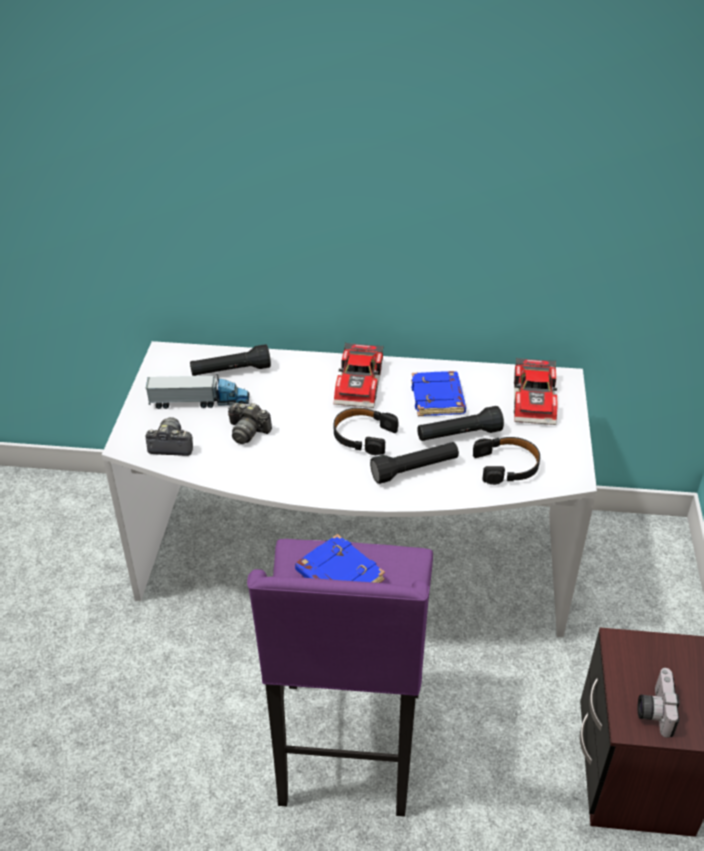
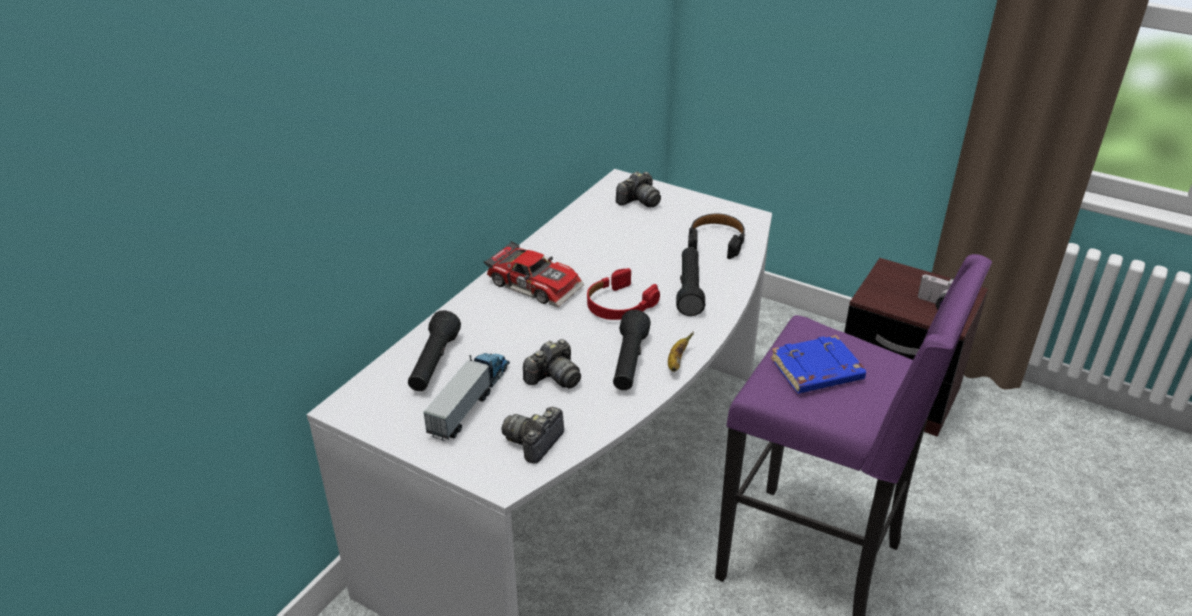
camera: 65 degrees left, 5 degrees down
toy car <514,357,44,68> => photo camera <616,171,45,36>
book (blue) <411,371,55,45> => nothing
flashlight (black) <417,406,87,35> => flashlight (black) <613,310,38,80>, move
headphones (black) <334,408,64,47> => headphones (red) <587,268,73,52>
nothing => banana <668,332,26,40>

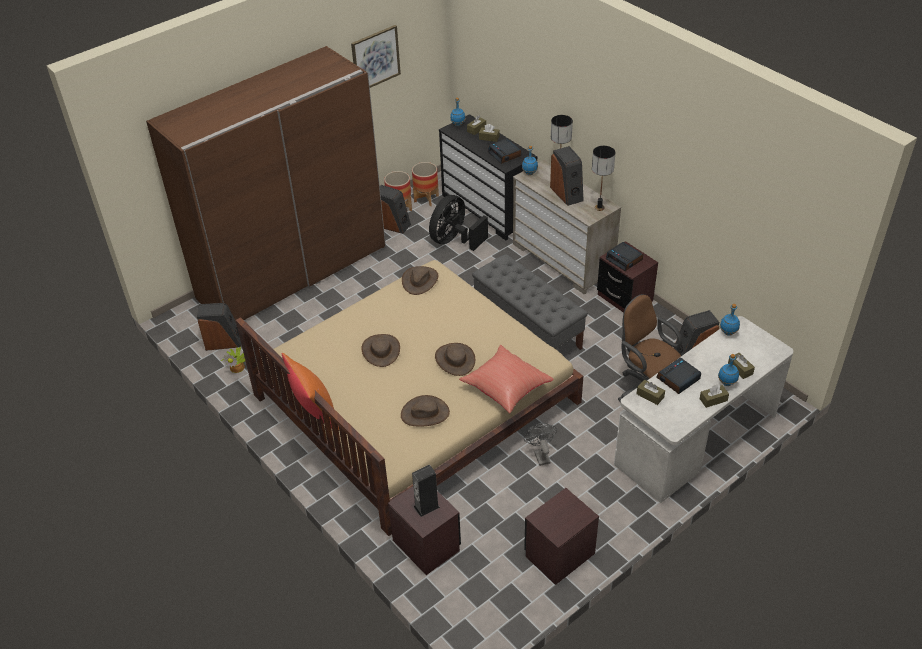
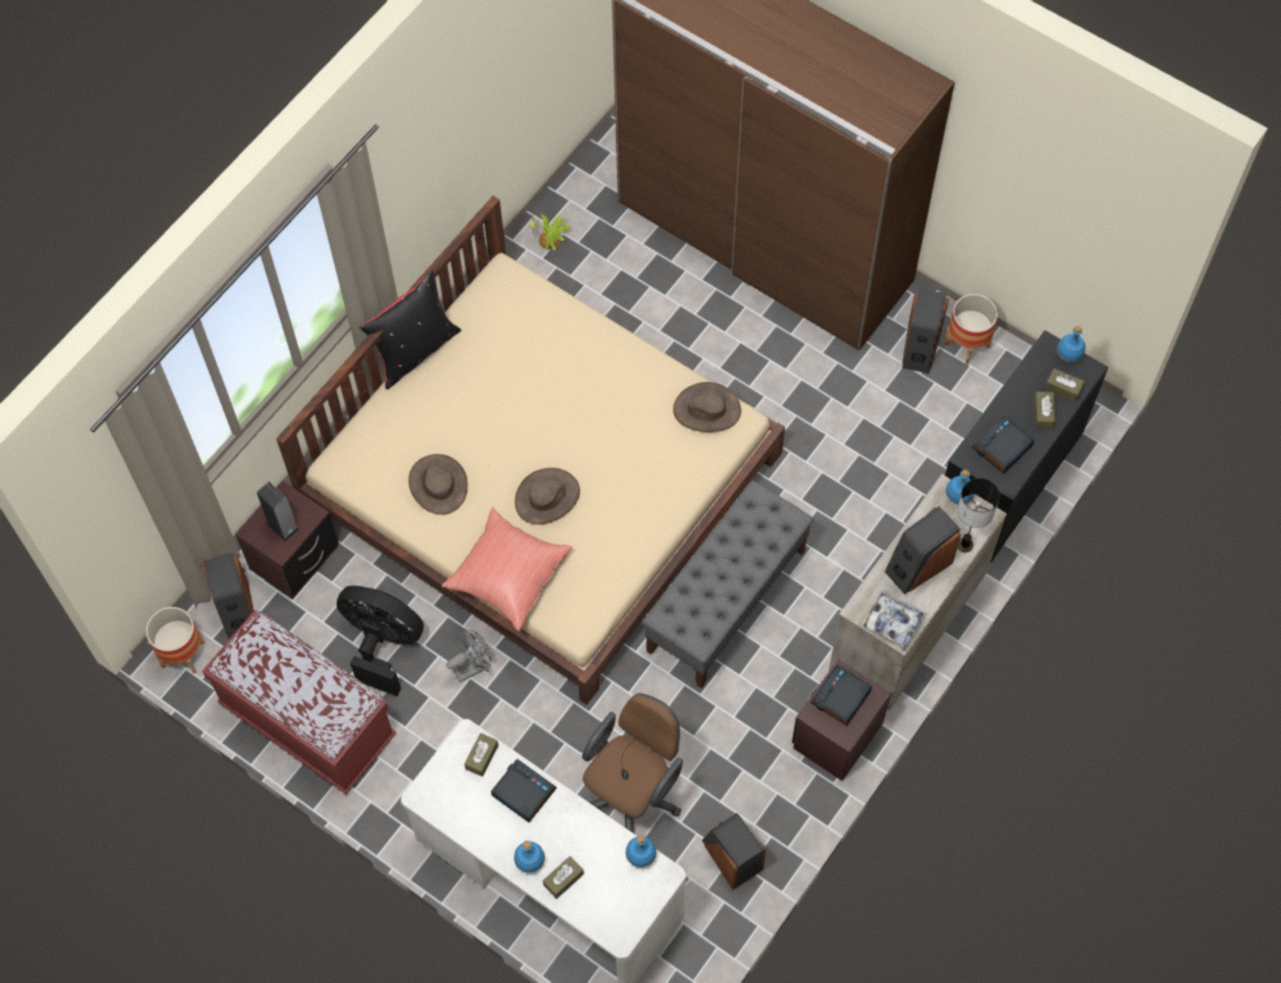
camera: 75 degrees right, 20 degrees up
picture <351,25,50,63> => nothing
table lamp <592,146,23,65> => tray <860,591,67,60>
planter <412,162,27,44> => planter <146,607,59,67>, move
fan (black) <429,195,59,56> => fan (black) <337,586,87,110>, move
speaker <197,303,44,48> => speaker <201,553,53,86>, move
hat (brown) <361,334,39,33> => nothing
pillow (orange) <282,353,57,77> => pillow (black) <359,270,102,119>
tissue box (brown) <700,384,29,24> => nothing
nightstand (brown) <524,488,75,97> => bench (red) <202,610,194,184>

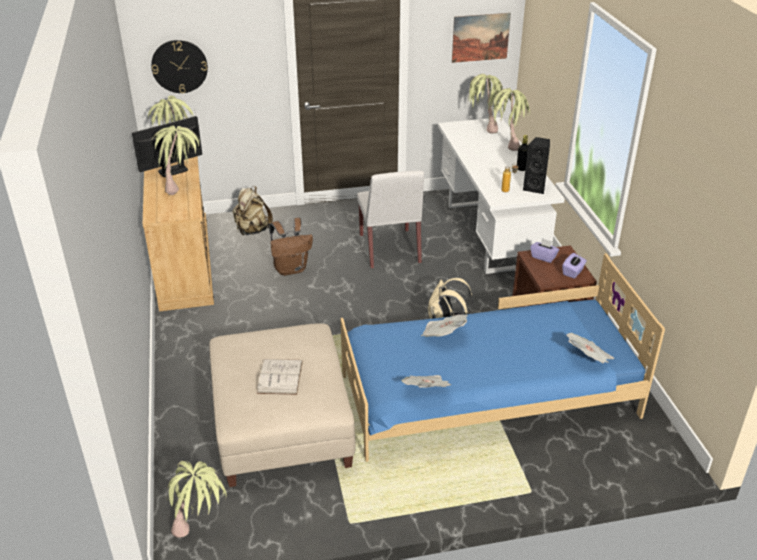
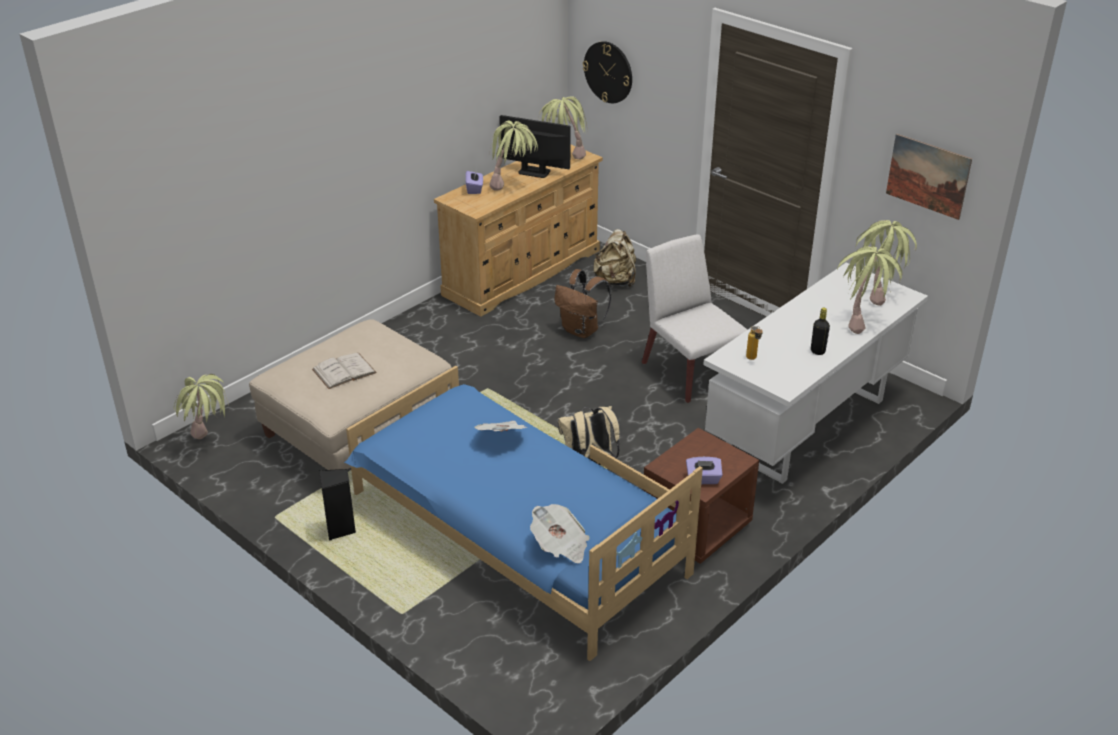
camera: 55 degrees right, 0 degrees up
speaker (black) <523,137,27,57> => speaker (black) <319,469,37,72>, move
chair (white) <357,171,67,98> => chair (white) <642,234,105,169>, 105 degrees clockwise
tissue box (purple) <531,238,28,25> => tissue box (purple) <465,170,18,24>, move
newspaper <402,375,49,13> => nothing

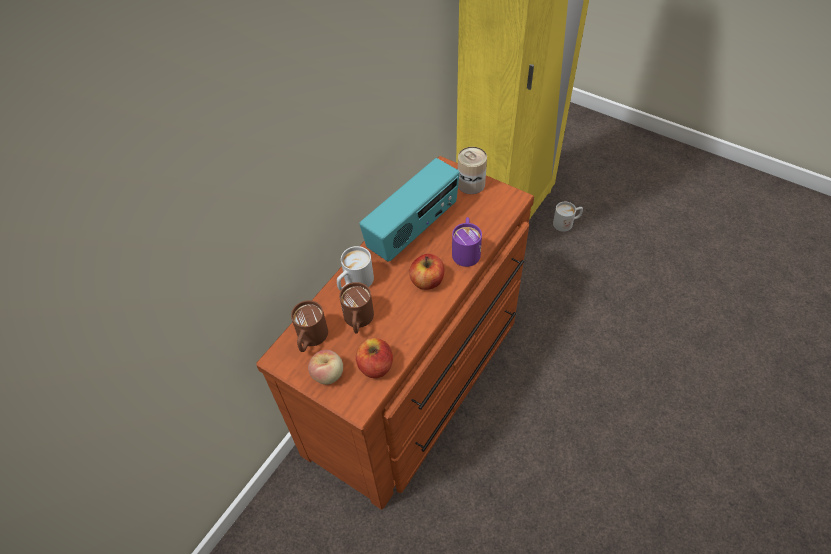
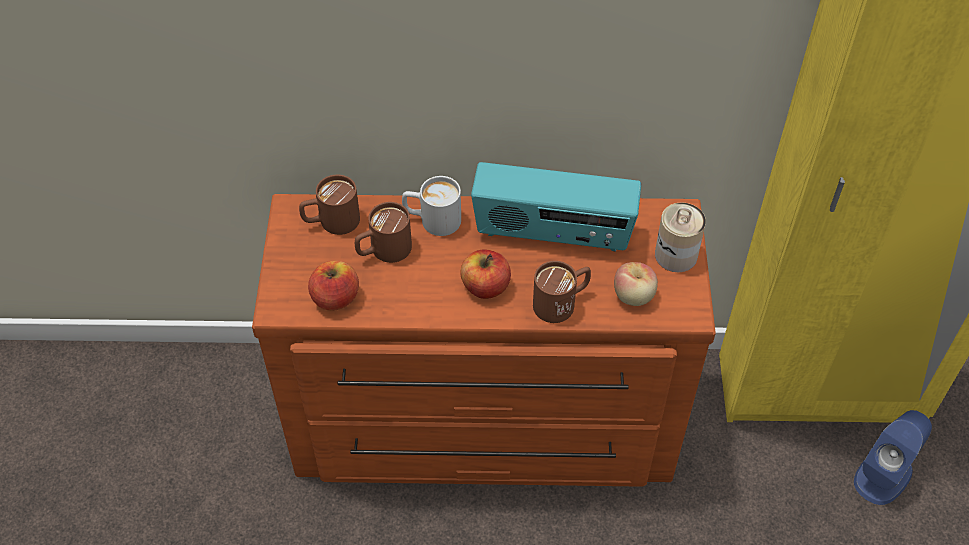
camera: 55 degrees right, 0 degrees up
mug (white) <553,202,30,30> => speaker (blue) <854,410,78,95>
mug (purple) <452,217,30,50> => mug (brown) <533,261,58,62>
apple <308,350,35,35> => apple <614,262,44,44>, move

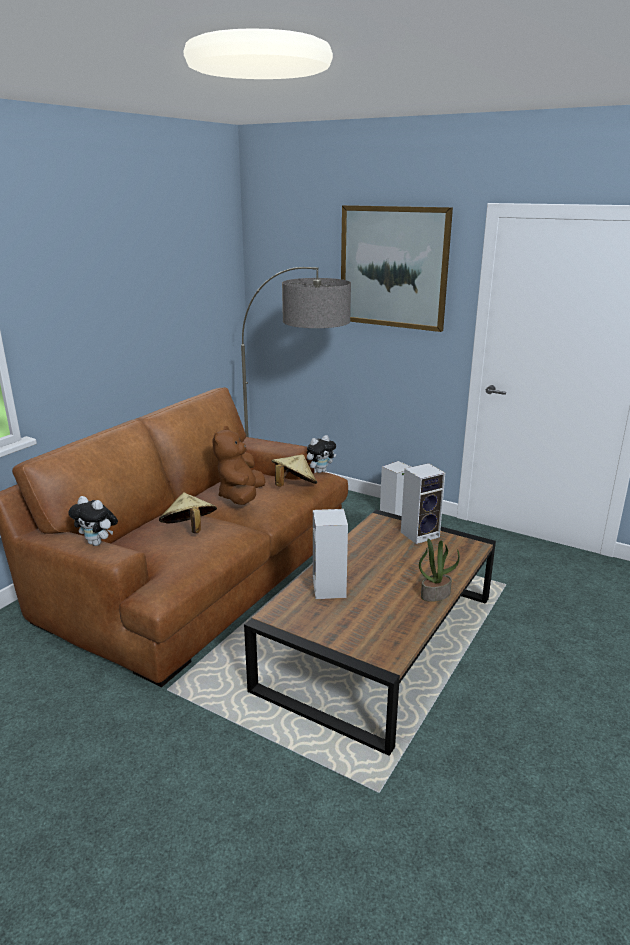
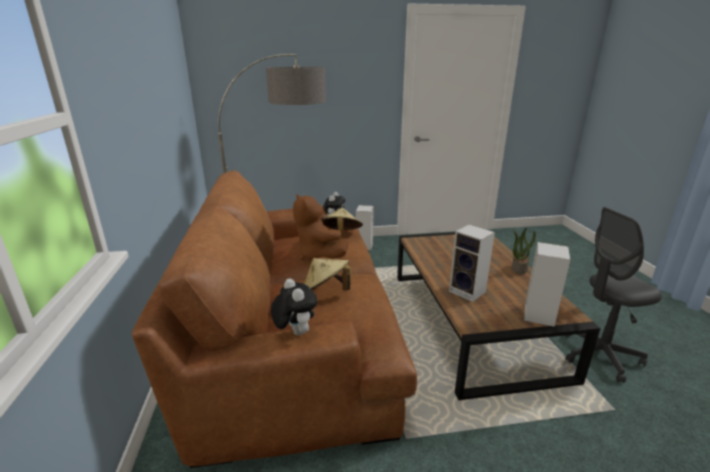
camera: 40 degrees left, 0 degrees up
picture <341,205,112,127> => nothing
speaker <401,463,44,81> => speaker <524,242,47,85>, move
plush toy <68,496,50,50> => plush toy <271,278,46,58>, 105 degrees counterclockwise
nothing => office chair (grey) <565,207,97,176>

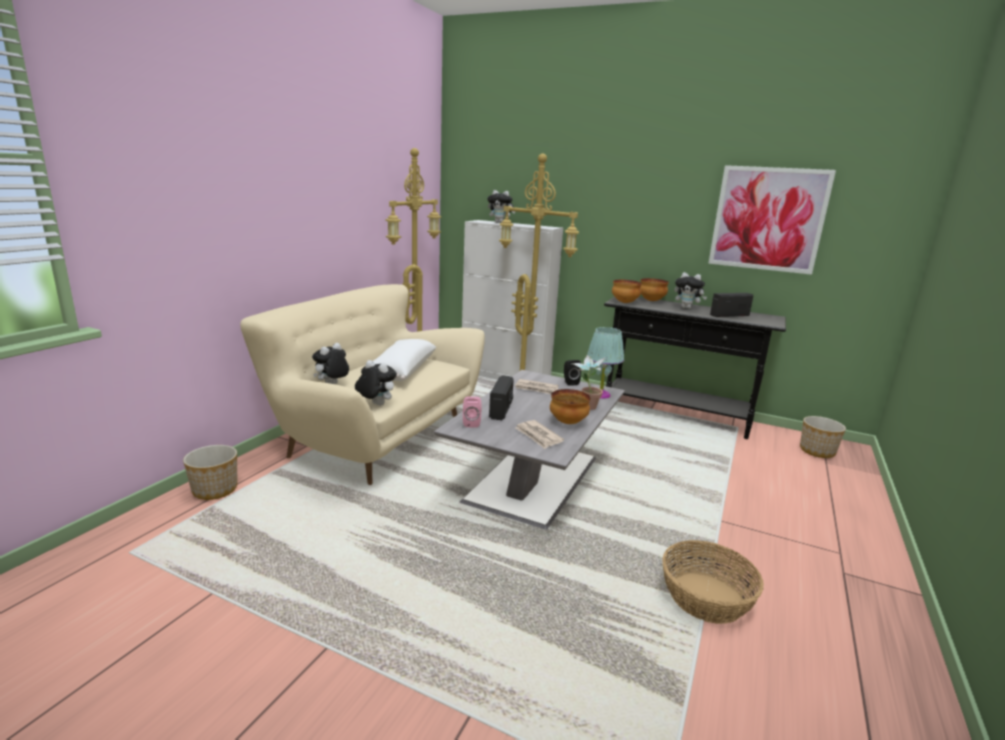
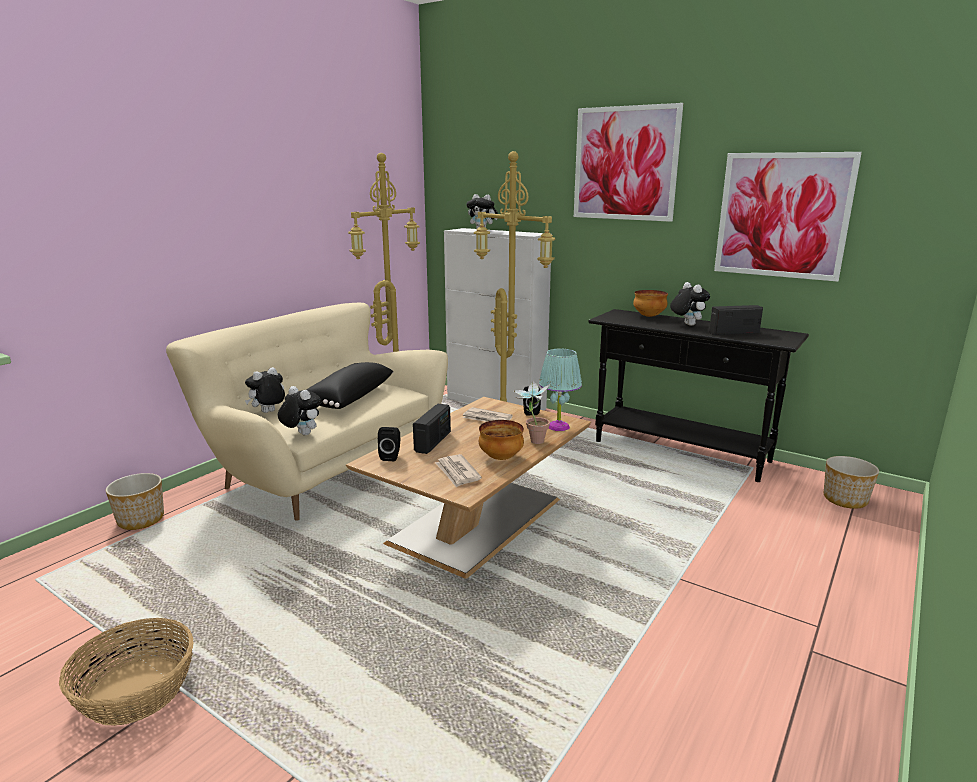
camera: 10 degrees right, 0 degrees up
plush toy <674,272,33,37> => plush toy <670,282,40,44>, 150 degrees counterclockwise
bowl <612,280,30,23> => nothing
pillow (white) <373,339,63,42> => pillow (black) <307,362,86,47>
coffee table (grey) <434,370,191,160> => coffee table (brown) <346,397,245,182>
speaker (pink) <463,397,18,31> => speaker (black) <378,427,22,34>
basket <662,540,102,84> => basket <59,618,135,108>, move
nothing => picture <574,103,109,119>

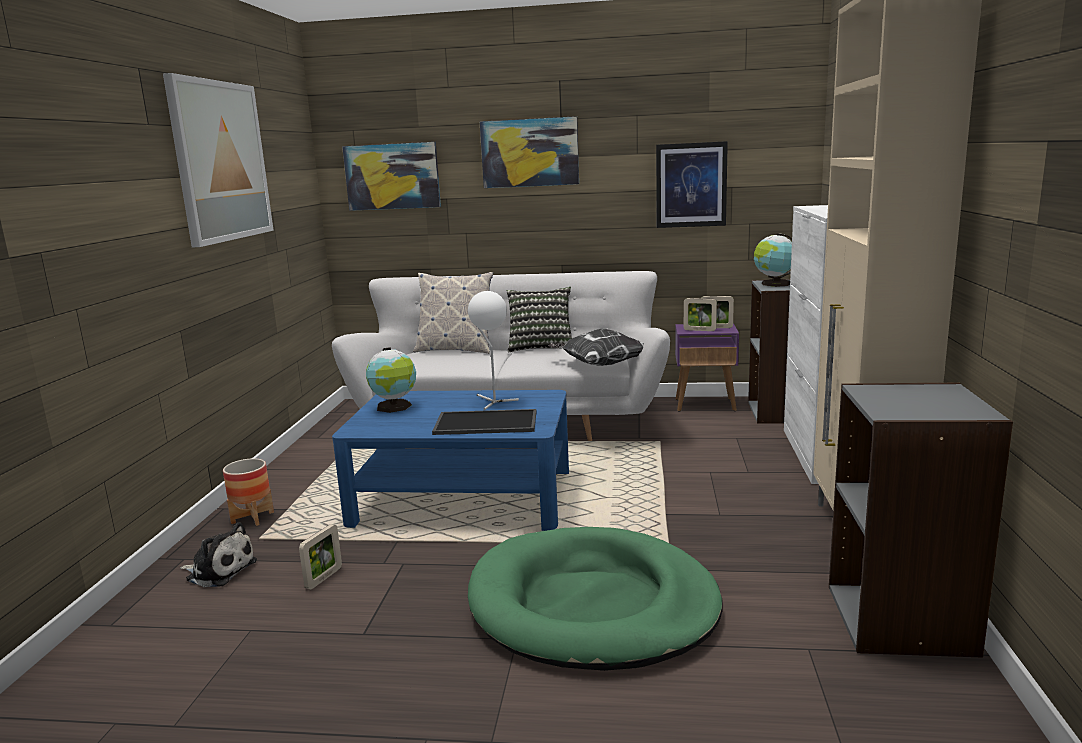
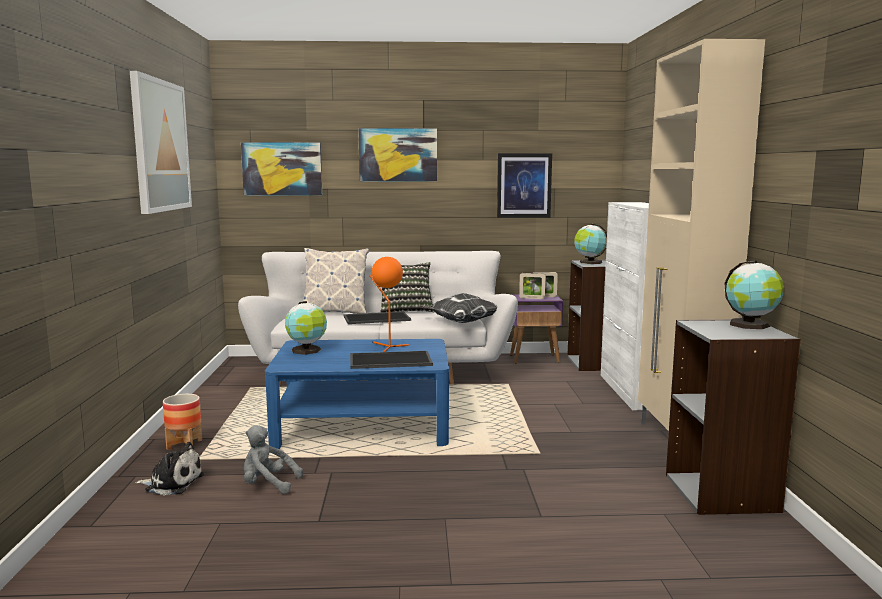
camera: 10 degrees left, 5 degrees down
table lamp (white) <468,291,51,119> => table lamp (orange) <369,257,40,95>
picture frame <299,524,43,66> => plush toy (grey) <244,425,59,69>
dog bed (green) <468,527,255,144> => nothing
nothing => globe <725,261,59,68>
nothing => tray <343,311,68,13>

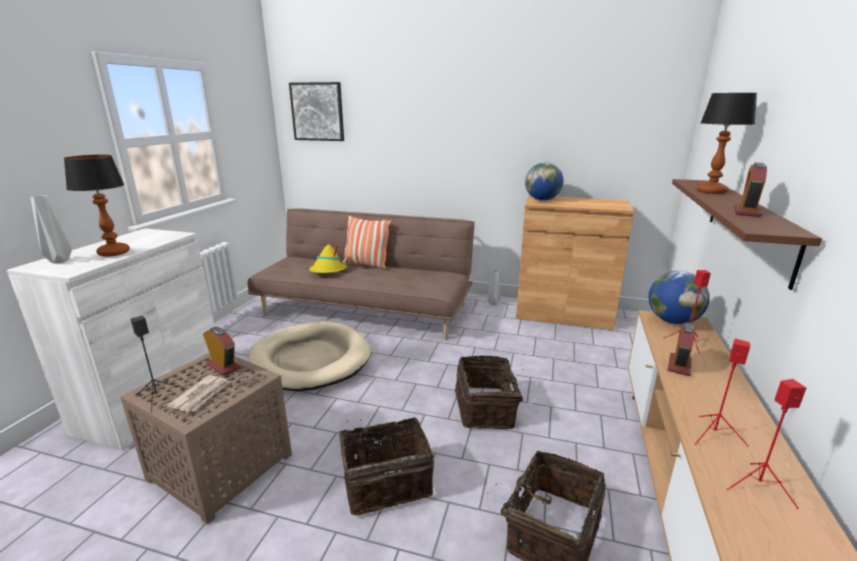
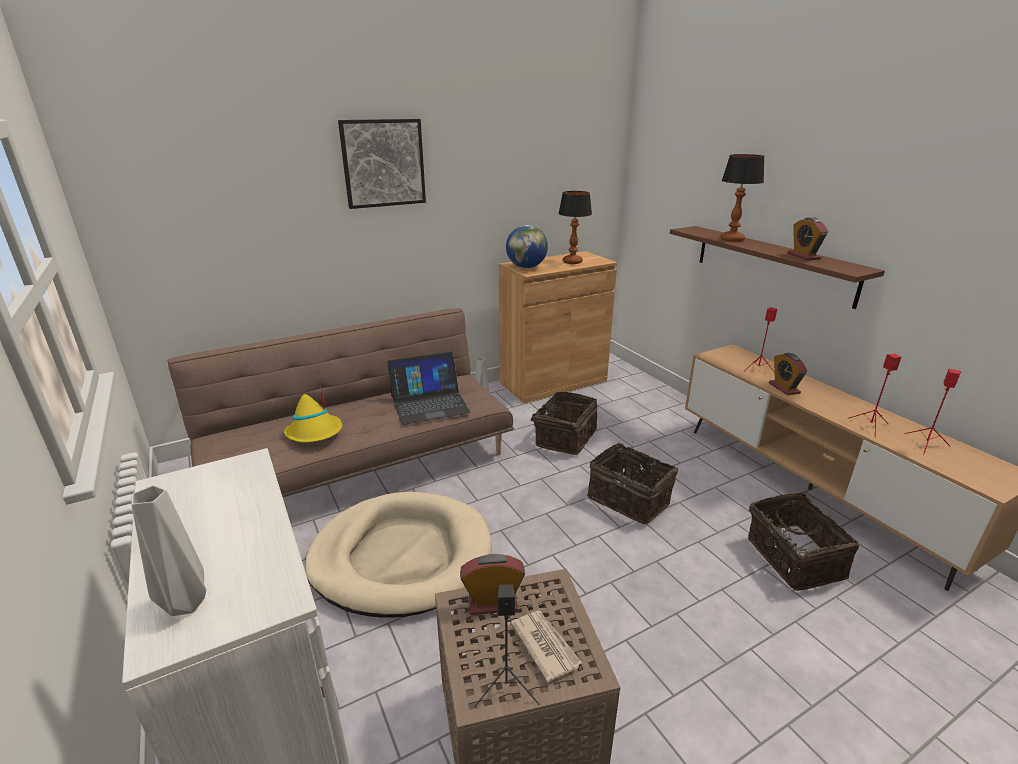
camera: 45 degrees left, 5 degrees up
picture <289,82,55,59> => picture <338,119,88,90>, move
table lamp <64,155,66,102> => table lamp <558,191,34,73>, move
pillow <342,216,49,53> => nothing
globe <649,271,61,53> => nothing
basket <339,417,95,99> => basket <523,392,75,63>, move
nothing => laptop <387,352,84,73>

